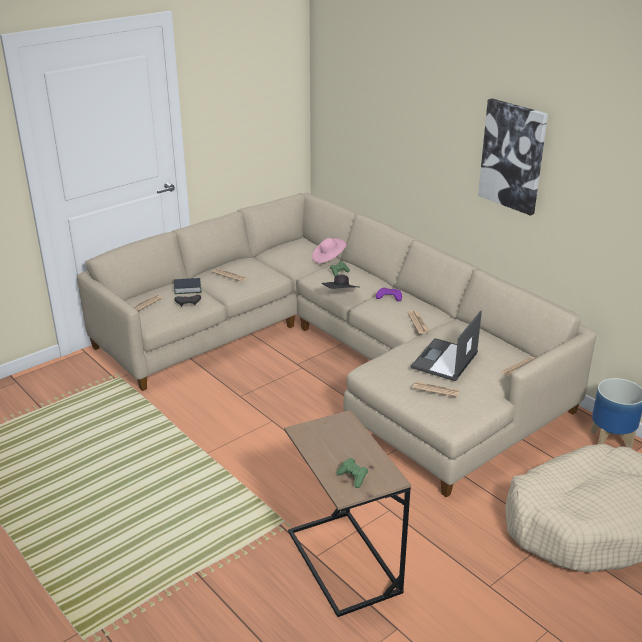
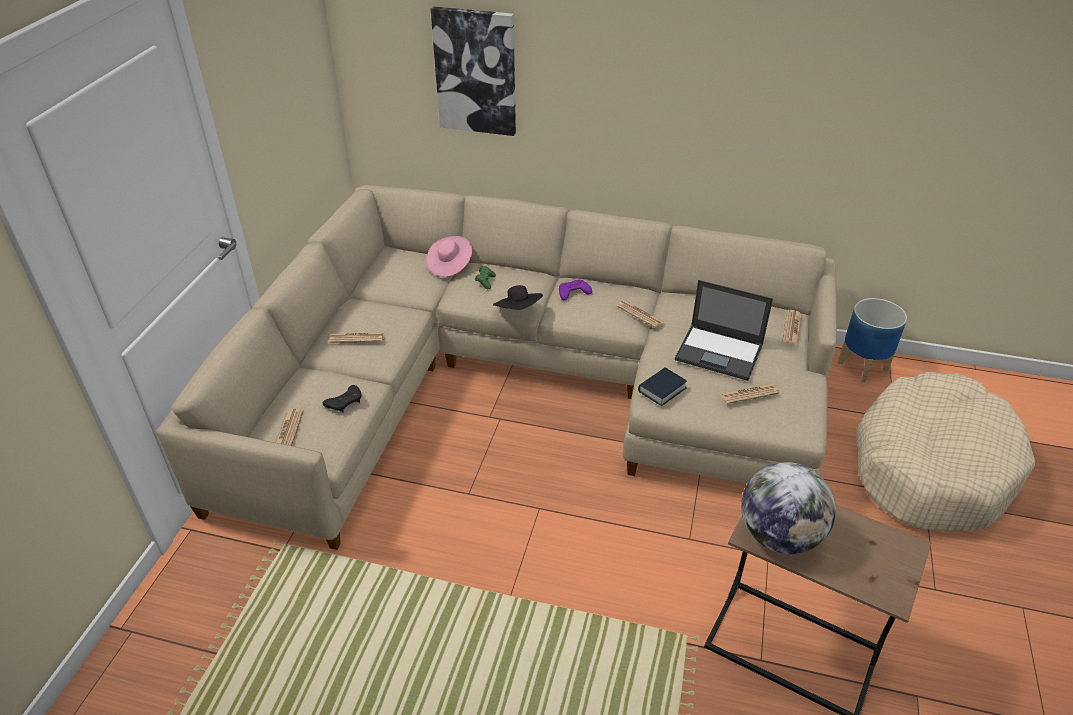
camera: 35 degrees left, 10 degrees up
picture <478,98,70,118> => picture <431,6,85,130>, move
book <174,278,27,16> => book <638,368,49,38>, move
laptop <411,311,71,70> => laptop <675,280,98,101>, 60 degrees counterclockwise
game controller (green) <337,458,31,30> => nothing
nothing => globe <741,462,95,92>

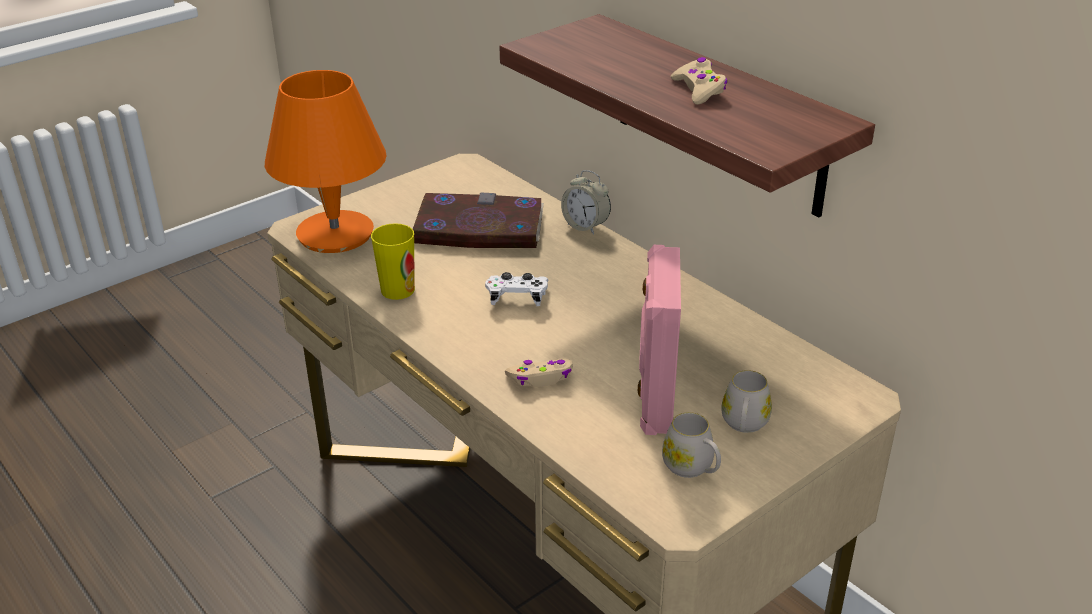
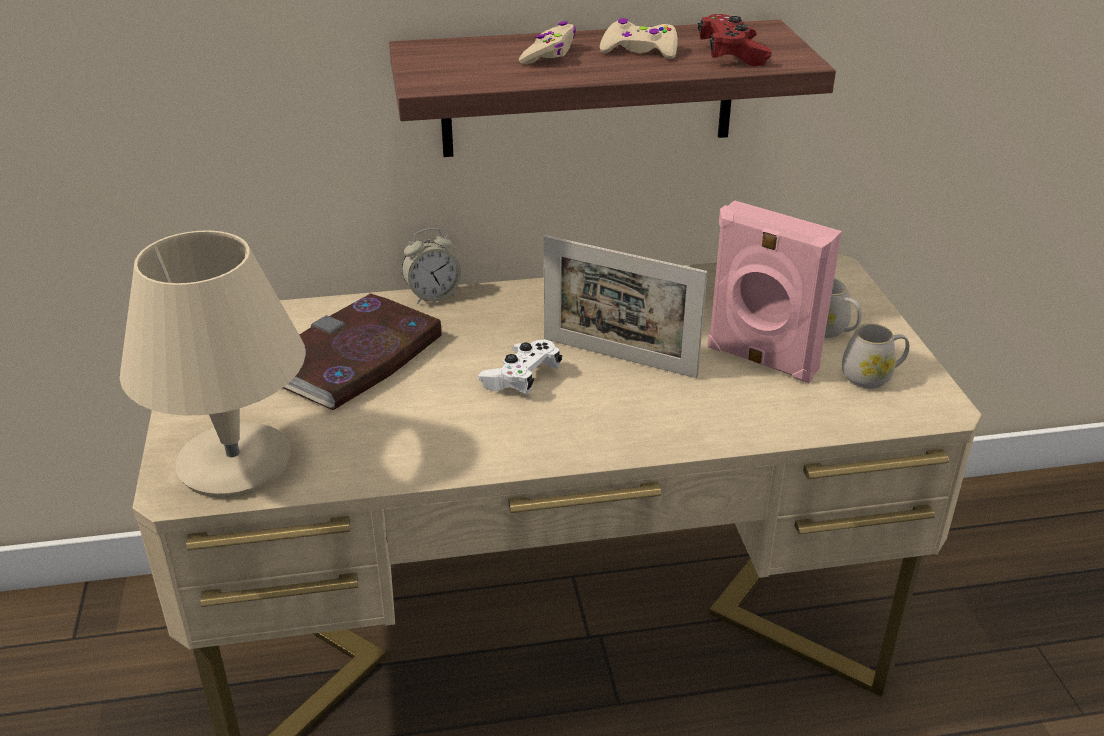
camera: 60 degrees left, 0 degrees up
table lamp (orange) <265,70,121,183> => table lamp (beige) <120,230,186,268>
cup <371,223,44,77> => nothing
game controller (beige) <505,358,68,29> => game controller (beige) <519,21,57,43>, move
nothing => game controller (red) <698,14,74,52>
nothing => picture frame <544,235,163,143>

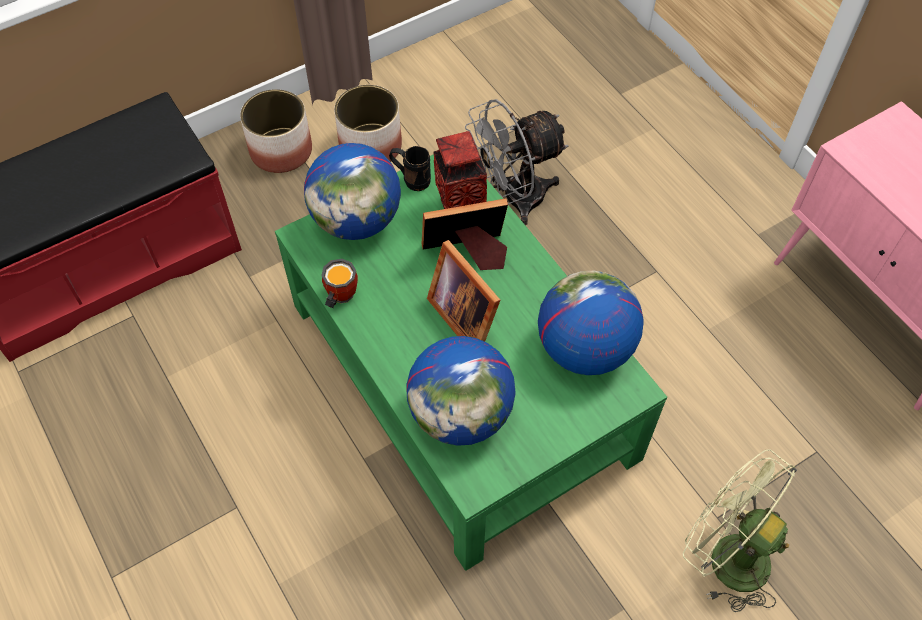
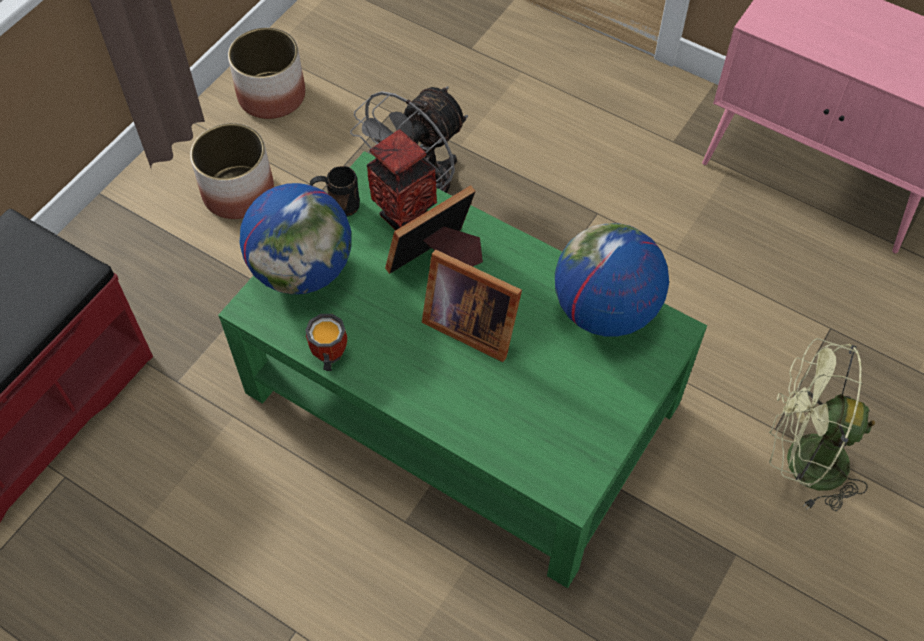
camera: 25 degrees left, 0 degrees up
planter <240,89,72,84> => planter <228,28,77,91>, move
globe <406,336,110,110> => nothing

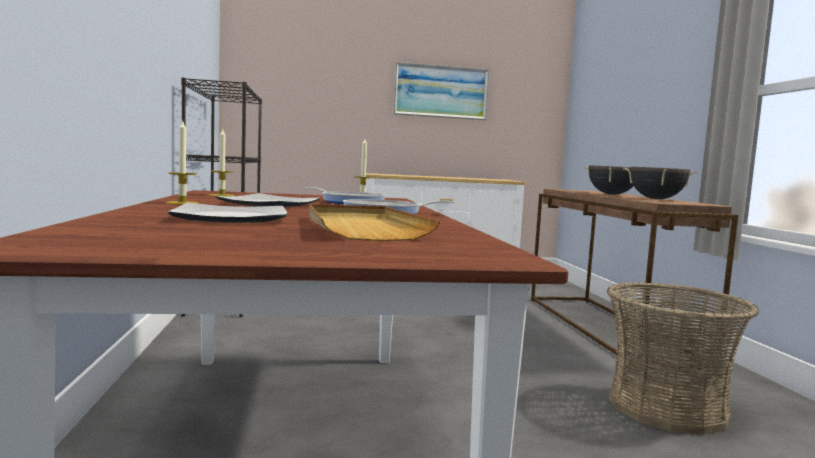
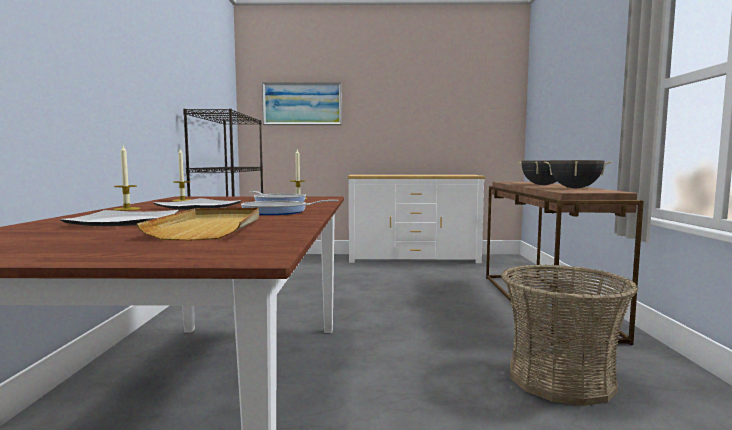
camera: 10 degrees right, 0 degrees up
picture <393,62,97,58> => picture <262,82,80,43>, move

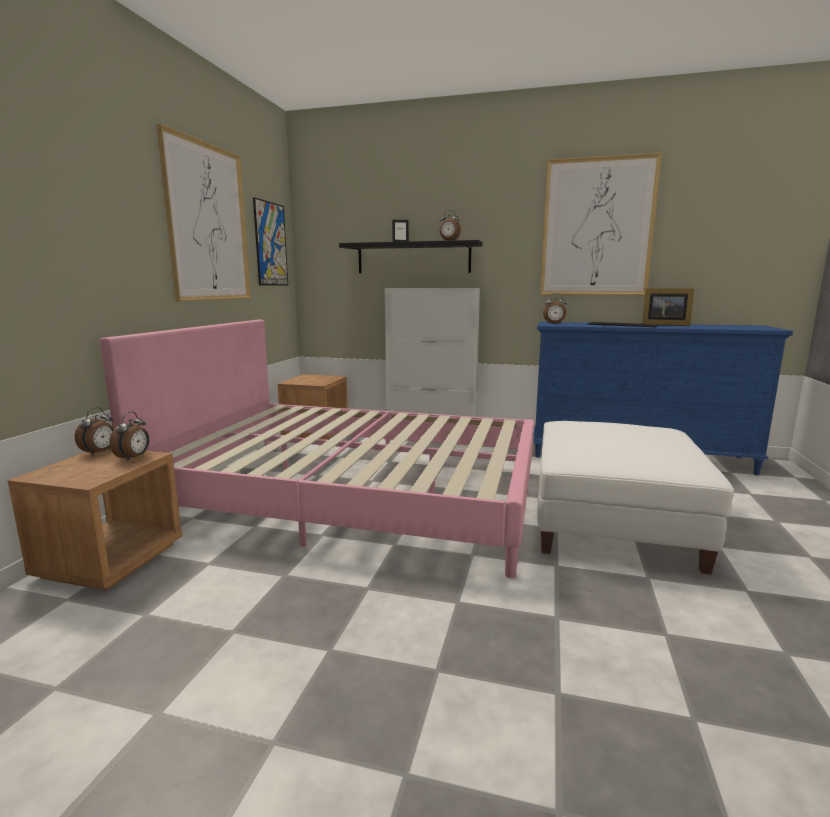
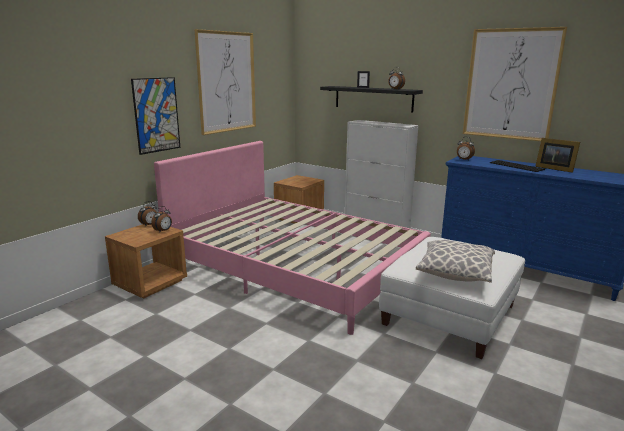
camera: 20 degrees right, 5 degrees up
picture <253,197,35,89> => picture <131,77,49,78>, move
nothing => pillow <416,240,79,43>

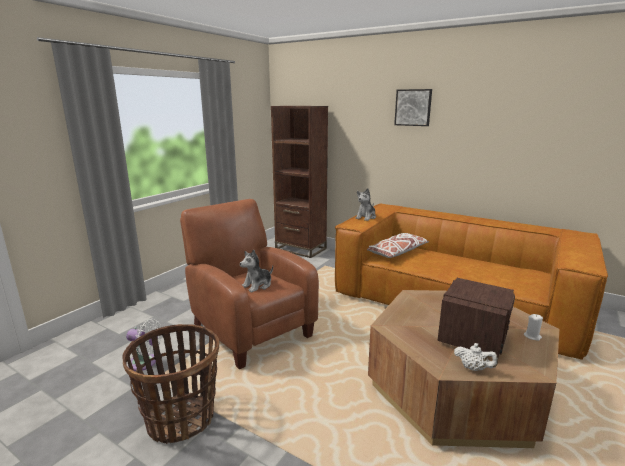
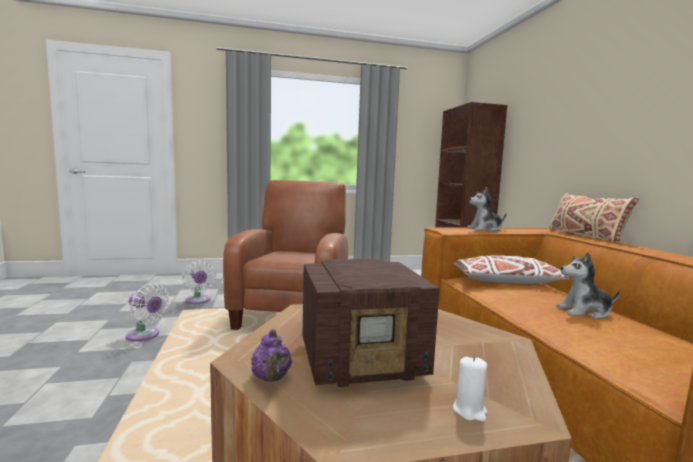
camera: 45 degrees right, 10 degrees down
picture <394,89,38,37> => nothing
plush toy <240,250,33,43> => plush toy <556,252,64,67>, move
basket <122,324,97,120> => fan (white) <126,283,43,59>
teapot (white) <454,343,44,28> => teapot (purple) <251,329,41,53>
nothing => pillow (beige) <550,193,89,51>

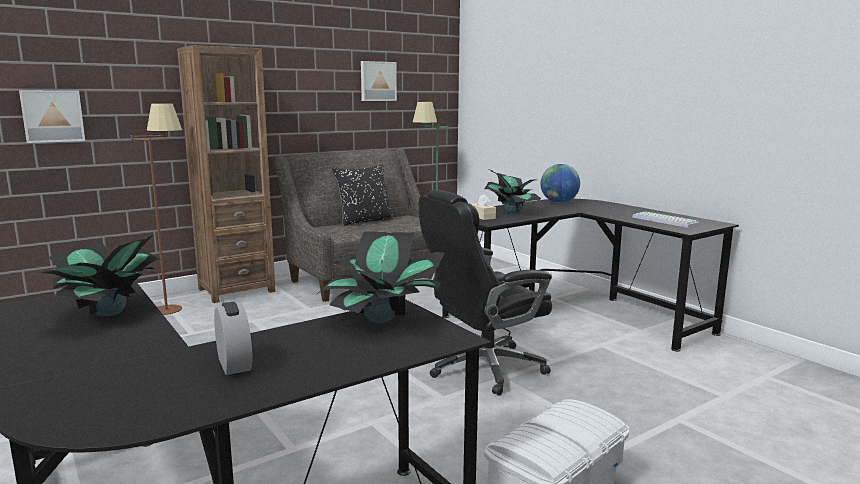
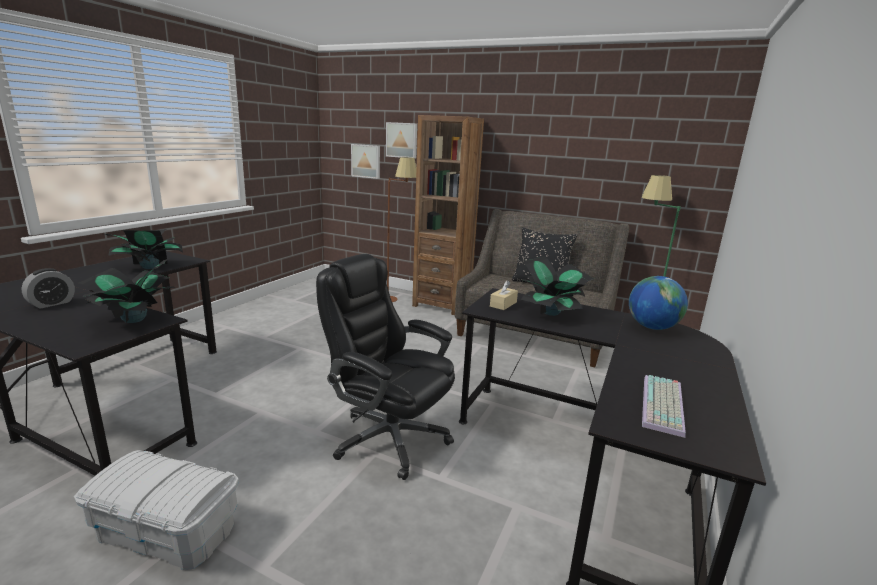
camera: 60 degrees right, 5 degrees up
picture <361,61,36,40> => picture <386,122,31,37>, move

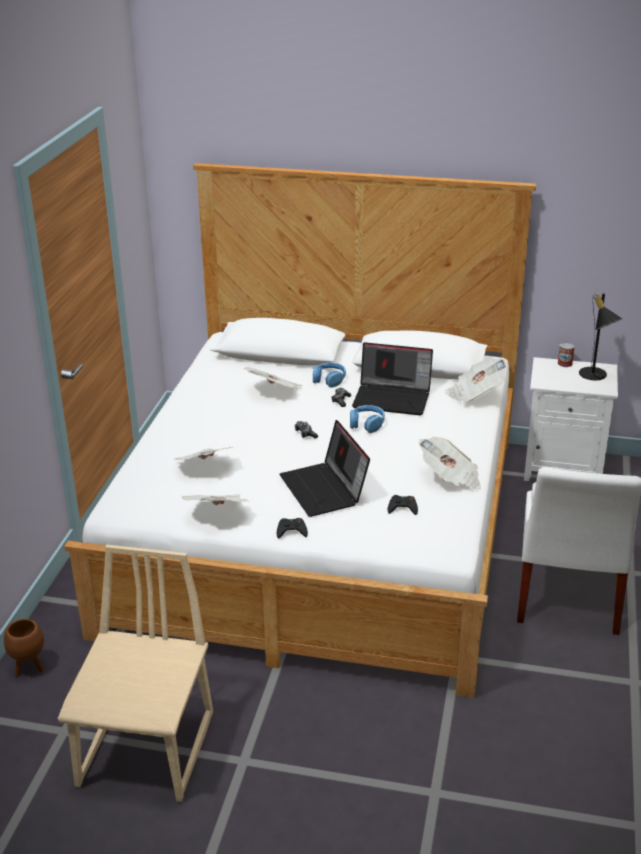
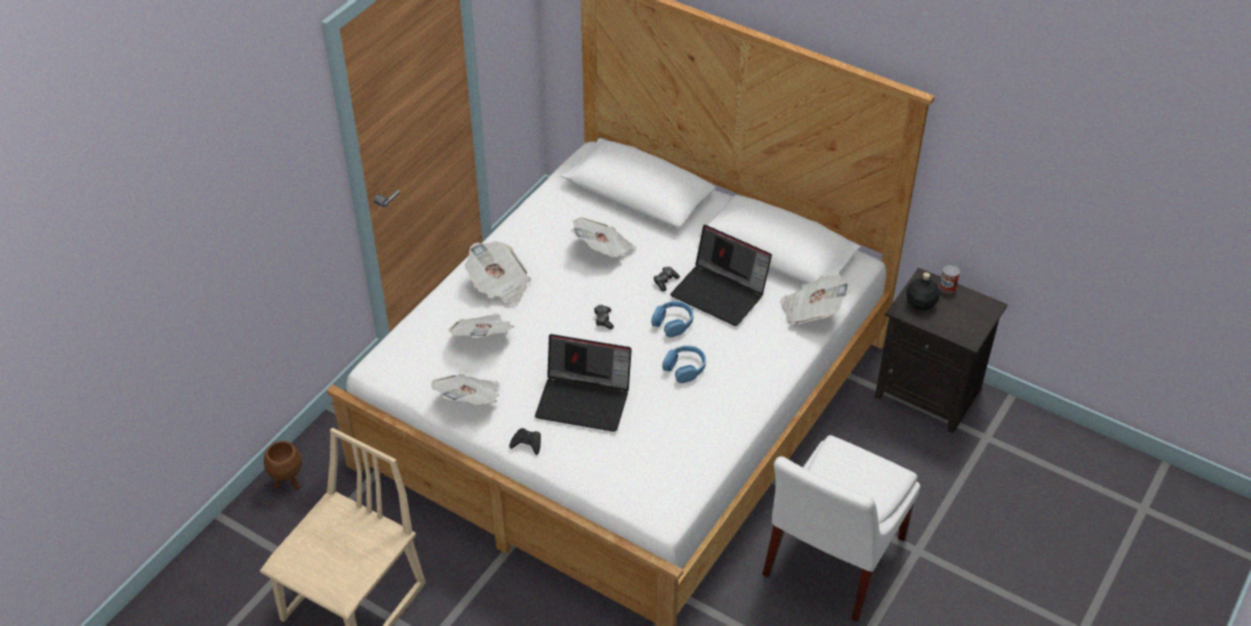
camera: 20 degrees right, 15 degrees up
table lamp (black) <579,293,43,88> => nothing
nightstand (white) <524,357,94,124> => nightstand (black) <875,268,133,165>
headphones (blue) <313,363,33,24> => headphones (blue) <662,345,44,38>, move
laptop <279,420,91,97> => laptop <535,334,97,98>, 75 degrees counterclockwise
newspaper <419,437,62,53> => newspaper <465,241,66,65>, move
game controller (black) <388,495,30,20> => nothing
nothing => bottle (black) <906,272,33,39>

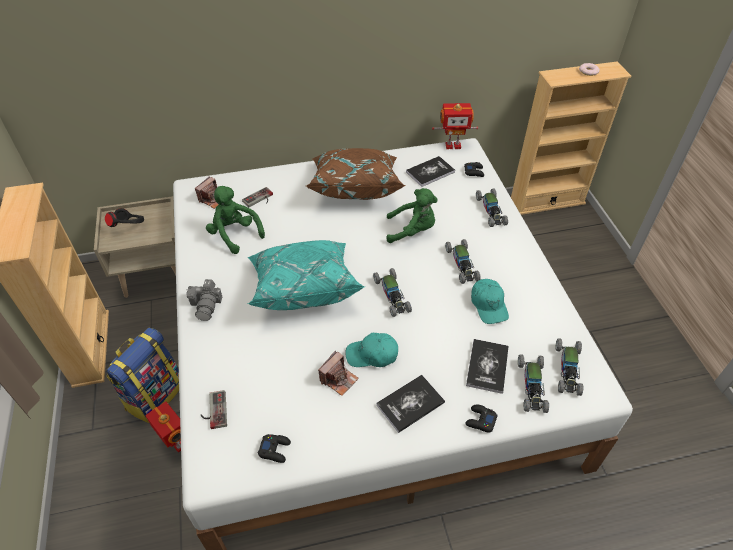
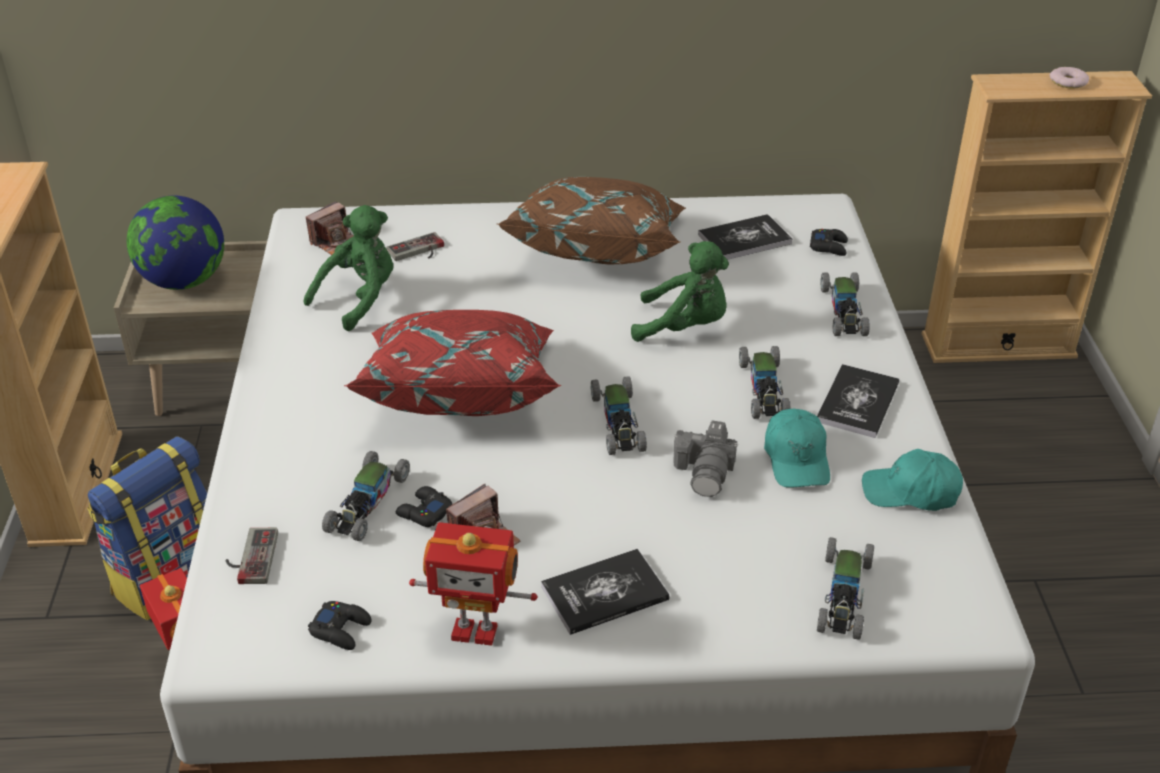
camera: 10 degrees right, 10 degrees down
toy robot <432,103,46,46> => toy robot <409,522,128,124>, move
plush toy (green) <206,186,59,68> => plush toy (green) <303,205,90,126>, 75 degrees clockwise
headphones (black) <105,208,39,19> => globe <127,195,97,95>
pillow (turquoise) <247,240,118,70> => pillow (red) <344,310,218,106>
photo camera <186,279,36,42> => photo camera <673,420,65,77>, move
cap (turquoise) <345,333,53,34> => cap (turquoise) <862,449,101,62>, move
toy car <555,338,29,58> => toy car <322,451,88,90>, move
book <466,339,43,55> => book <817,364,82,74>, move
game controller (black) <466,404,32,29> => game controller (black) <396,486,56,41>, move

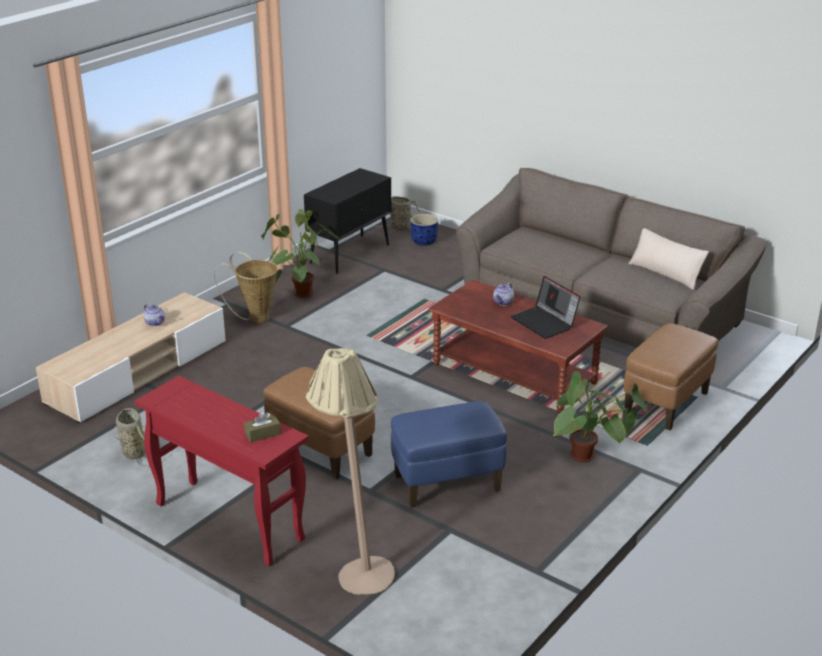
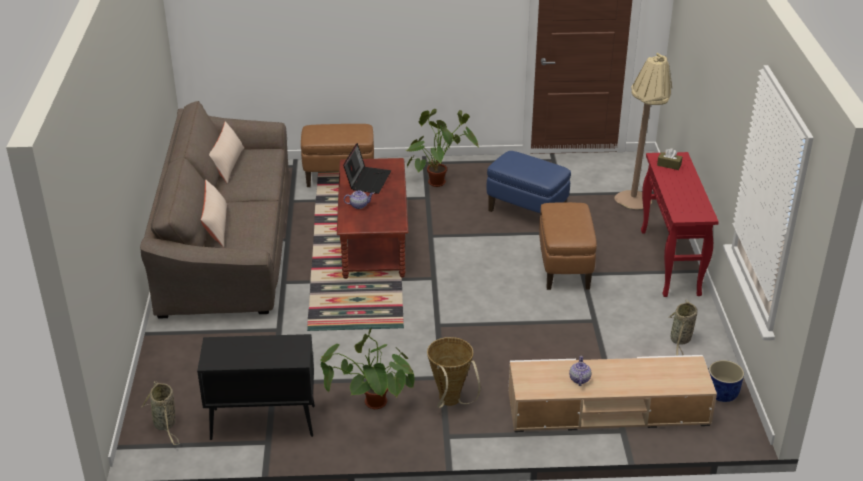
camera: 130 degrees left, 5 degrees up
planter (blue) <410,214,28,32> => planter (blue) <709,360,35,42>, move
nothing => pillow (beige) <201,179,26,68>

